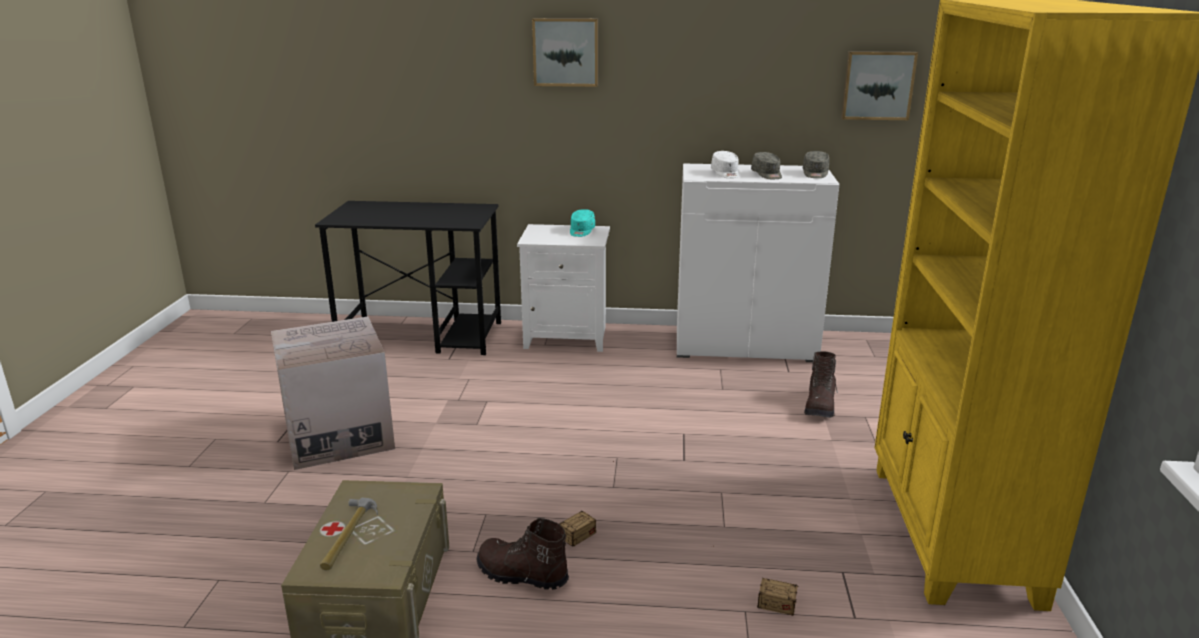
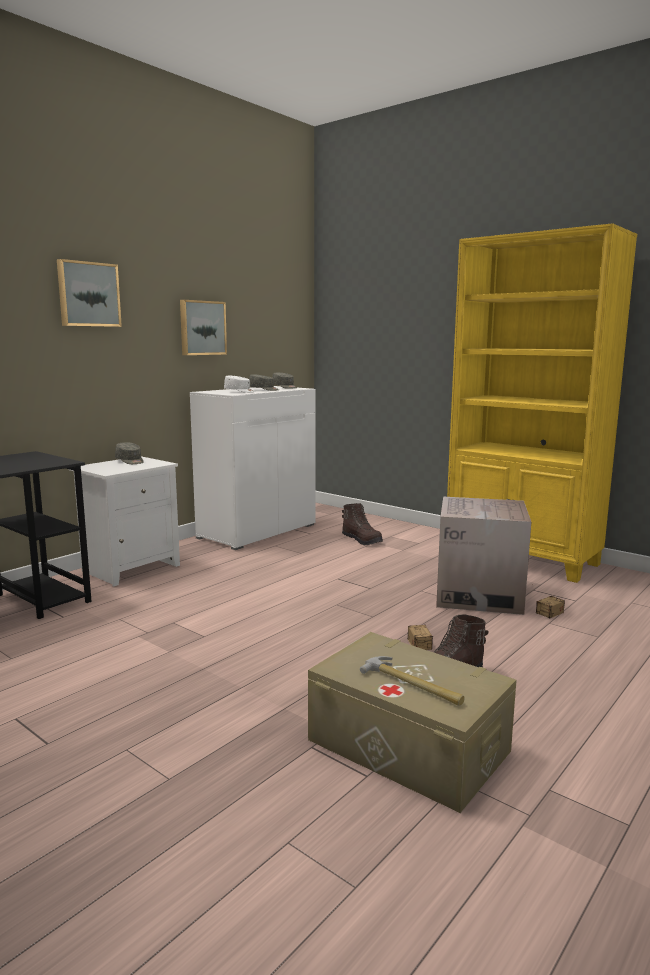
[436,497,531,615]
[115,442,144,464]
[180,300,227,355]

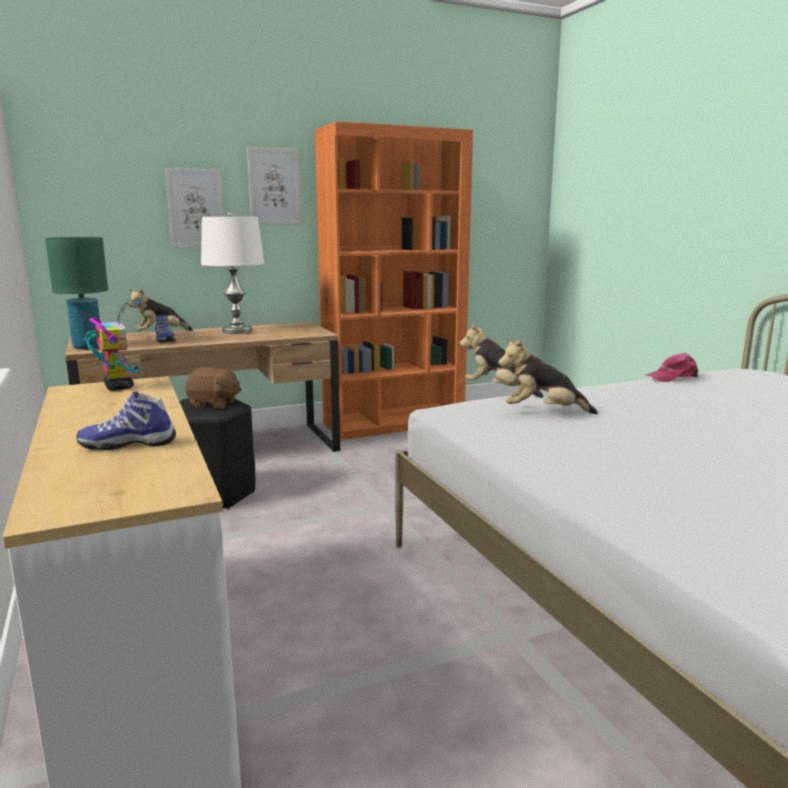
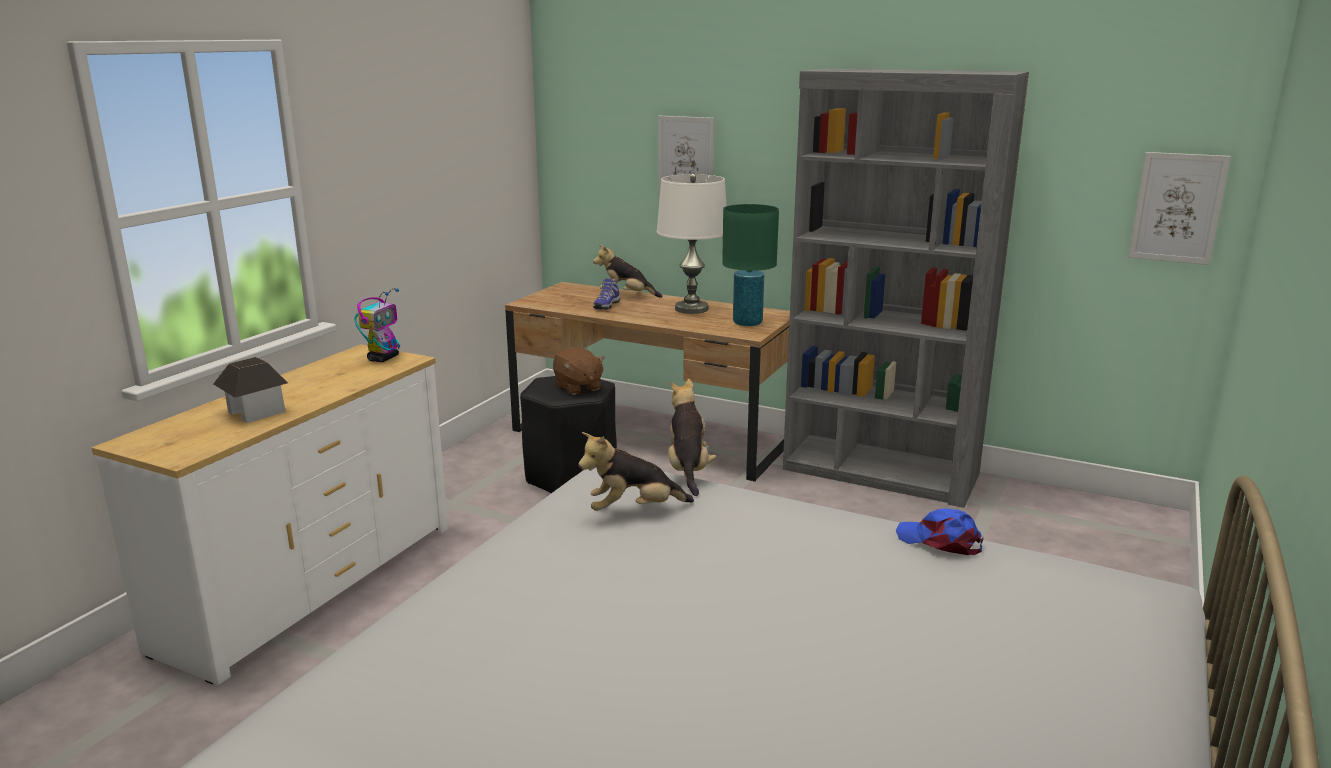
[722,204,779,326]
[213,357,288,423]
[1128,152,1231,265]
[783,68,1029,508]
[578,432,694,511]
[896,508,983,555]

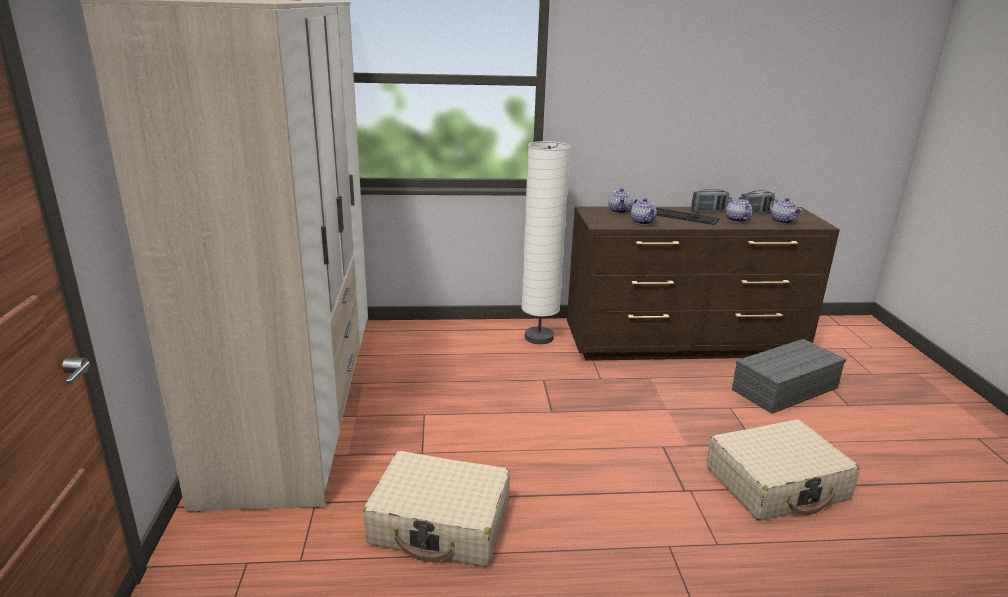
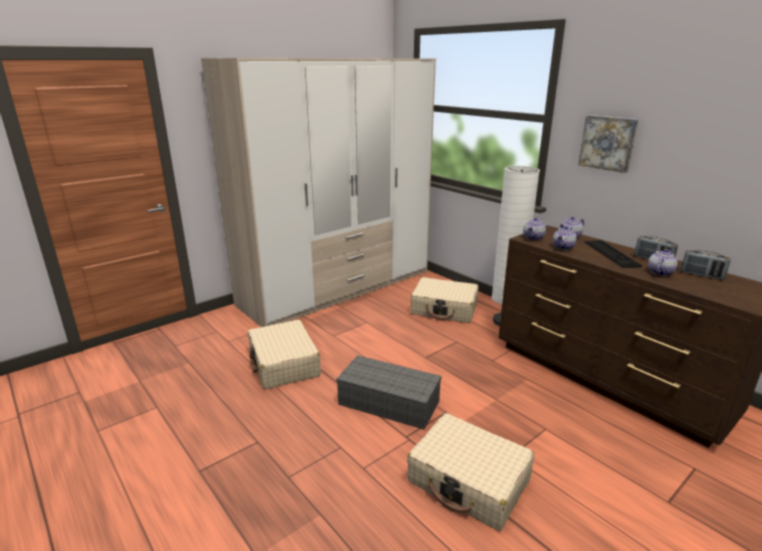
[336,355,442,430]
[523,217,546,240]
[411,277,479,323]
[578,115,638,173]

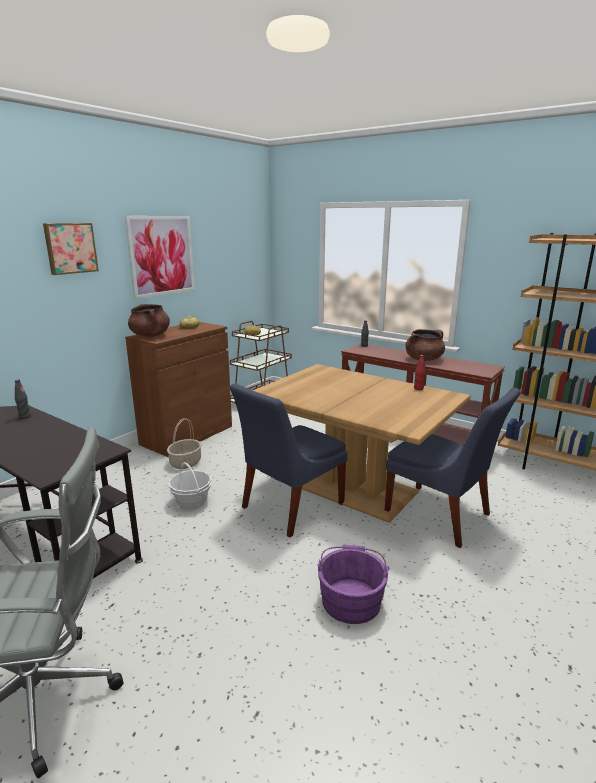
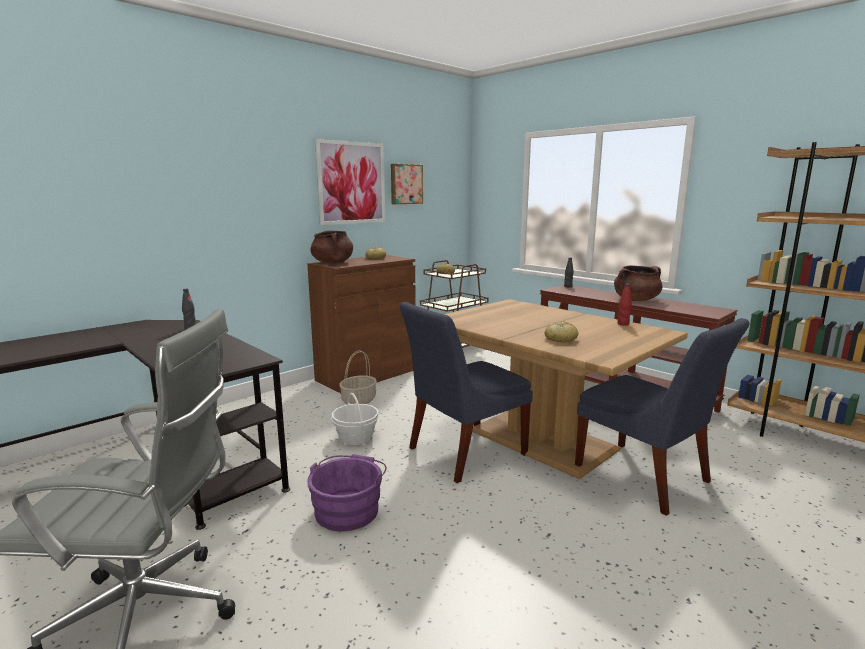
[391,164,423,204]
[307,454,387,531]
[545,321,578,343]

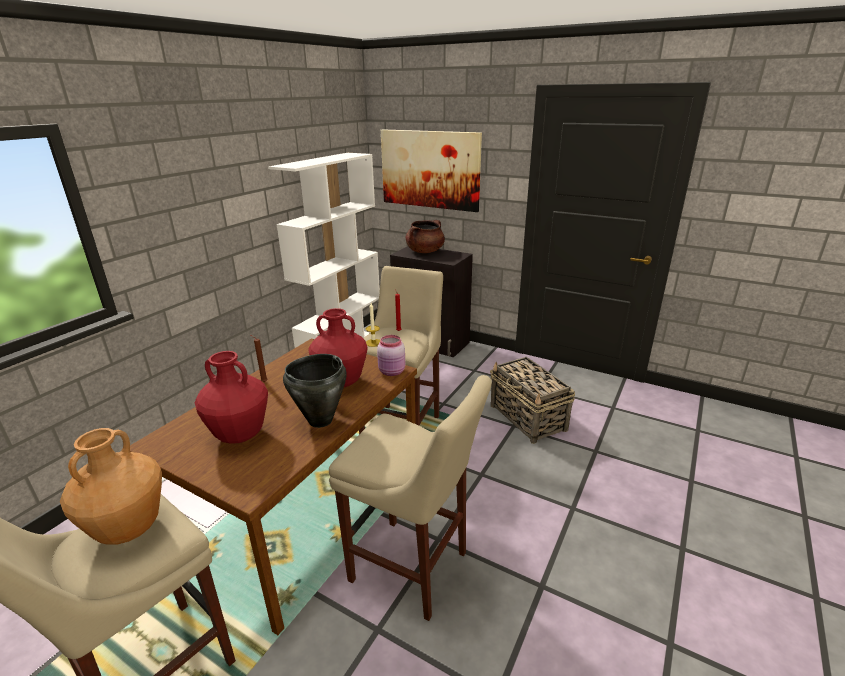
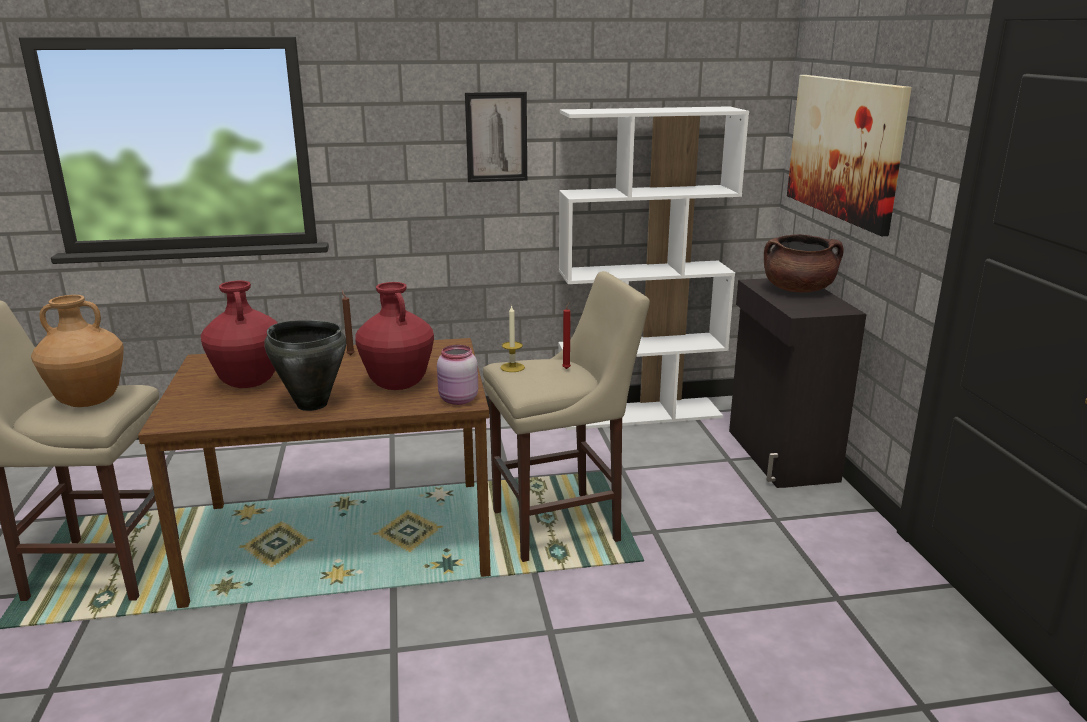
[329,375,492,621] (first image)
[490,357,575,444] (first image)
[465,92,527,182]

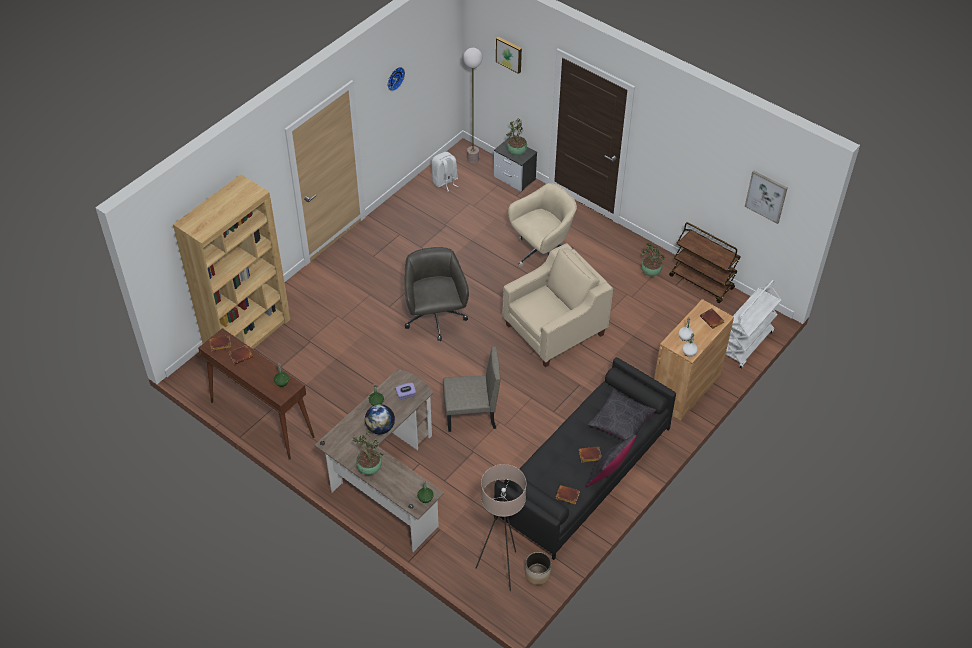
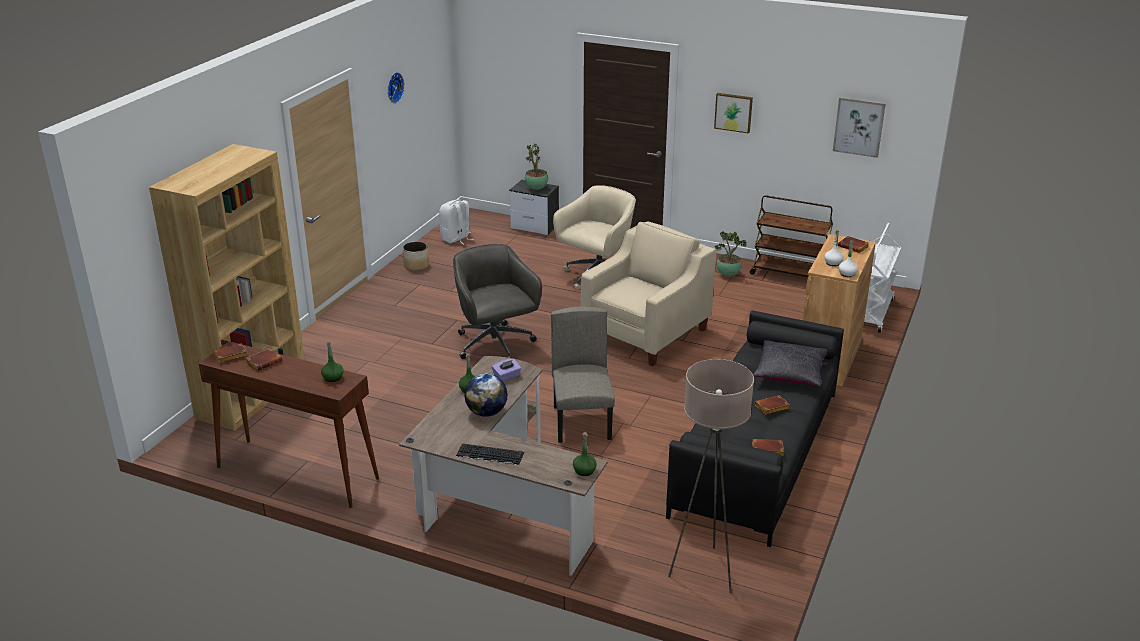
[456,443,524,465]
[551,306,615,443]
[463,48,482,164] (first image)
[714,93,753,133]
[403,241,429,271]
[585,435,637,487] (first image)

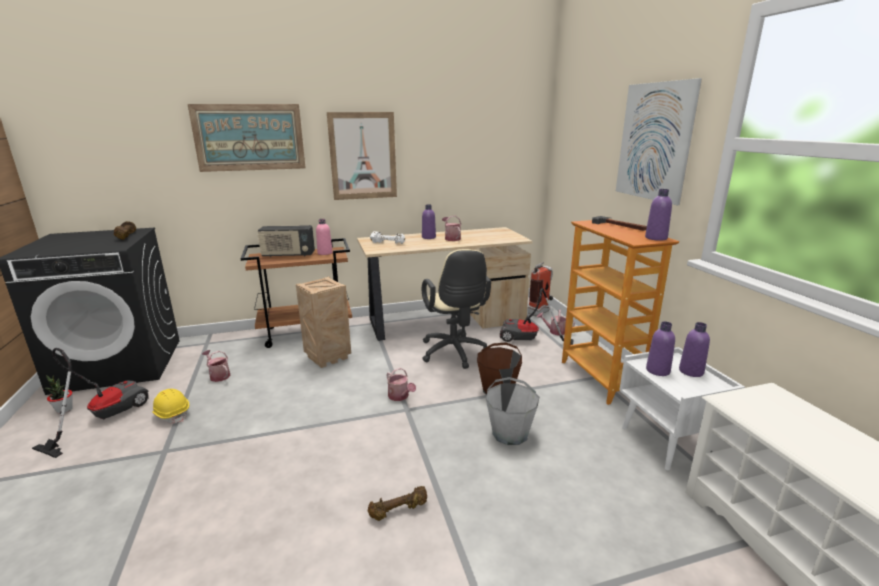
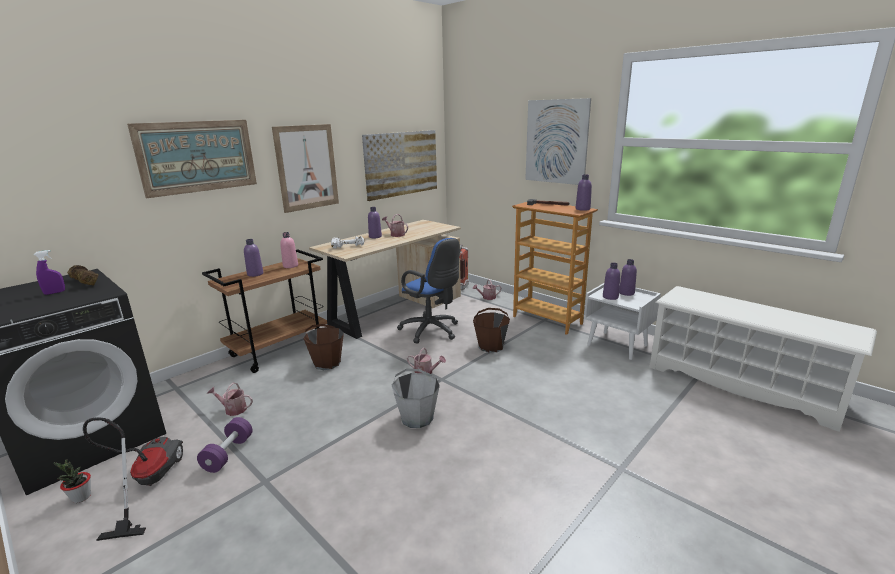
[197,417,253,473]
[244,239,263,277]
[303,324,344,370]
[368,486,427,521] (first image)
[397,238,460,344]
[392,369,440,428]
[500,288,574,345] (first image)
[34,250,65,295]
[362,130,437,201]

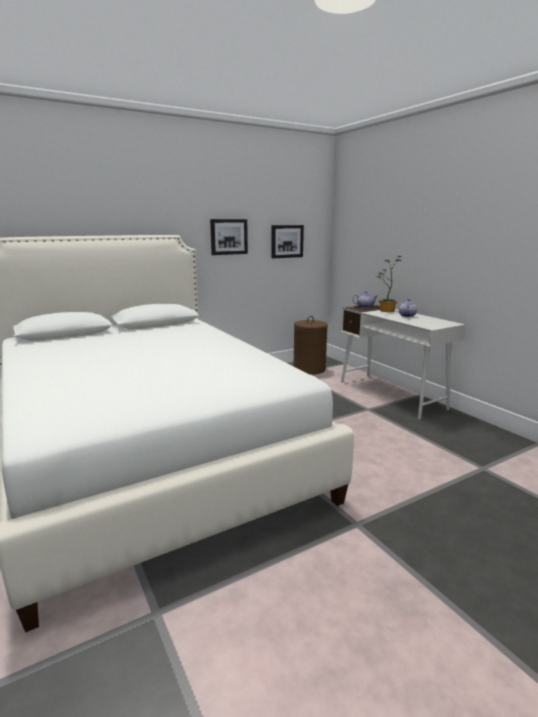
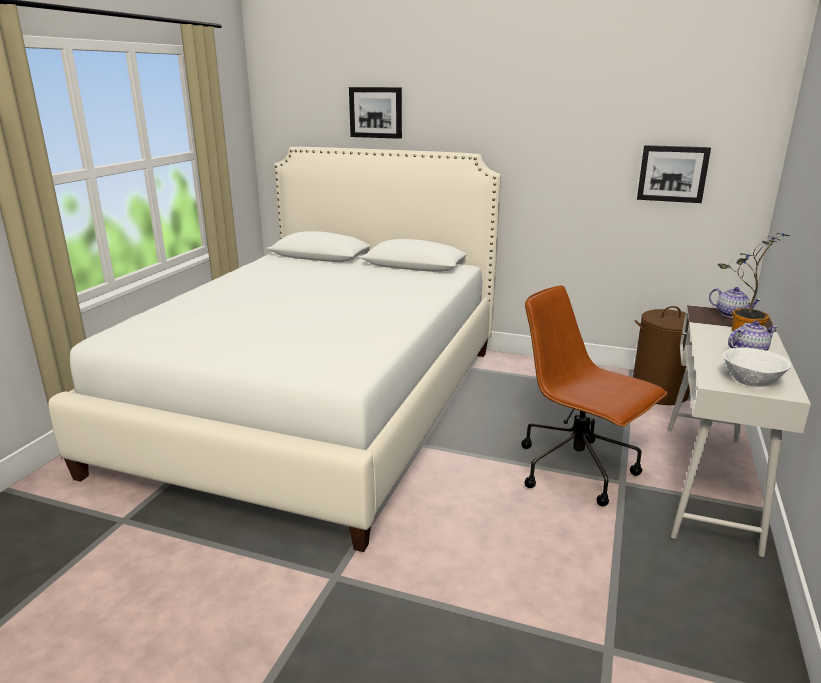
[349,87,402,139]
[521,286,667,506]
[723,347,791,387]

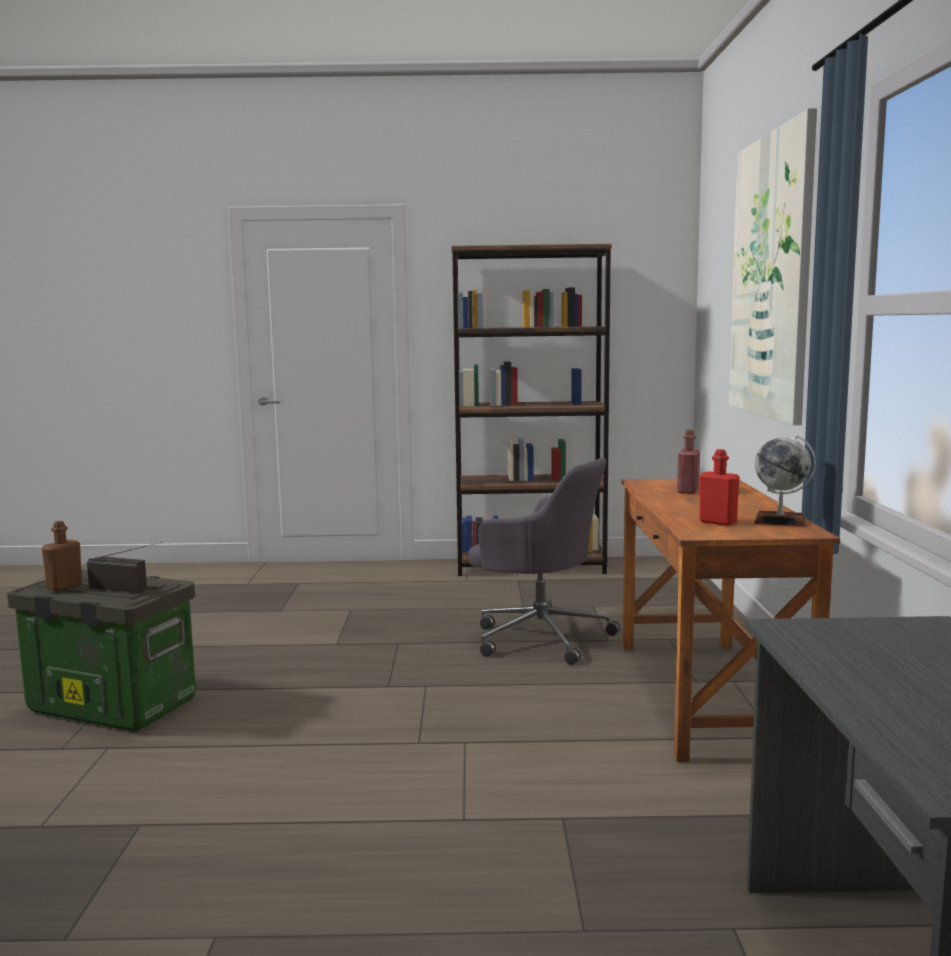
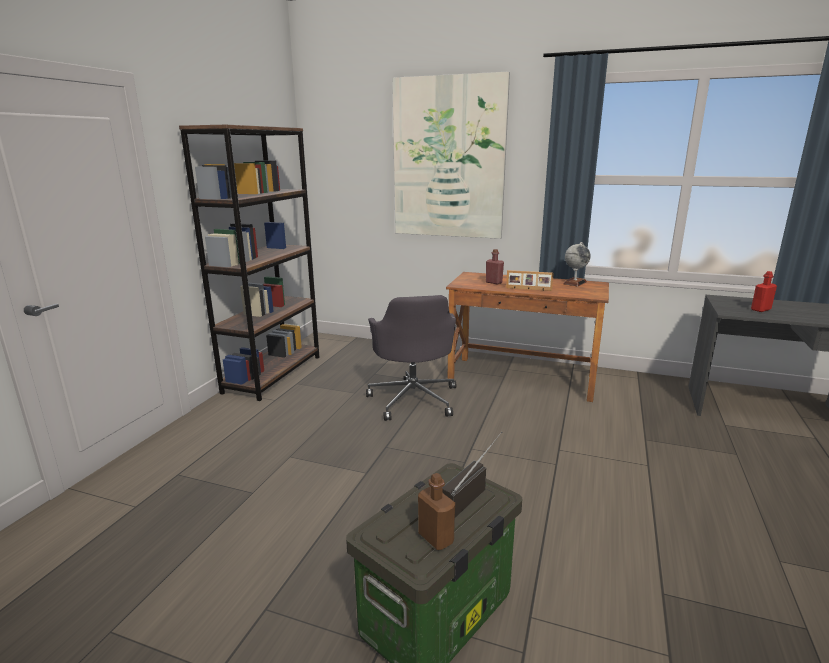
[366,295,456,421]
[751,271,777,312]
[506,270,554,291]

